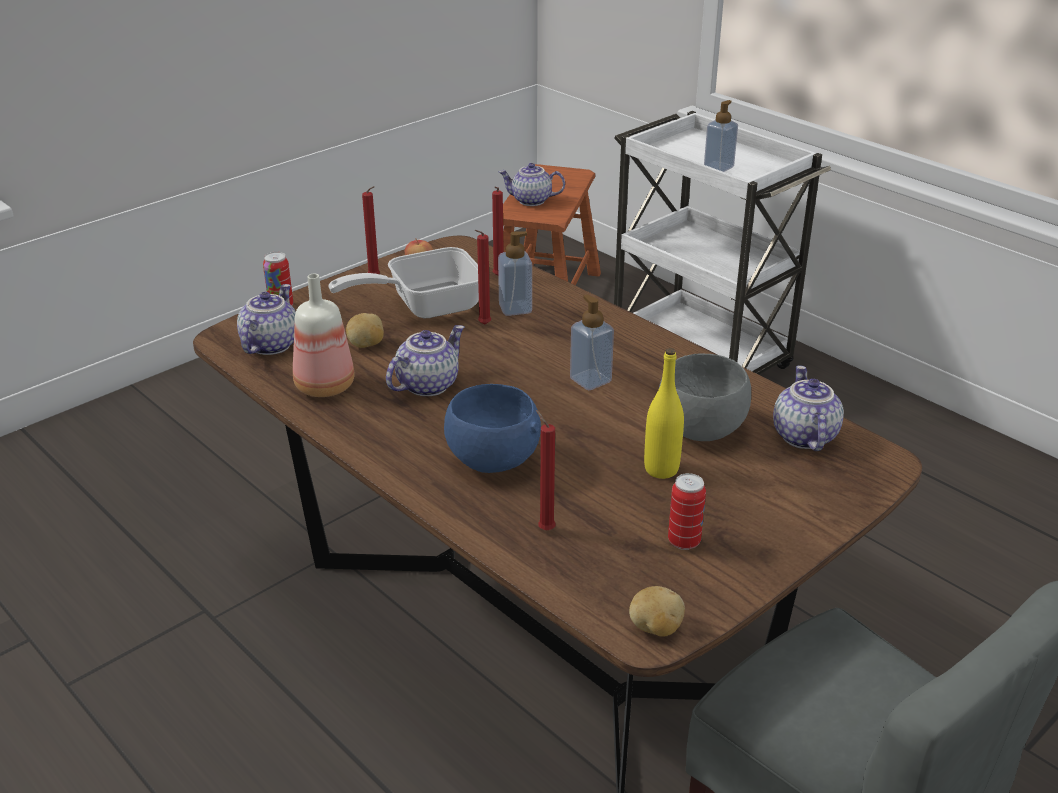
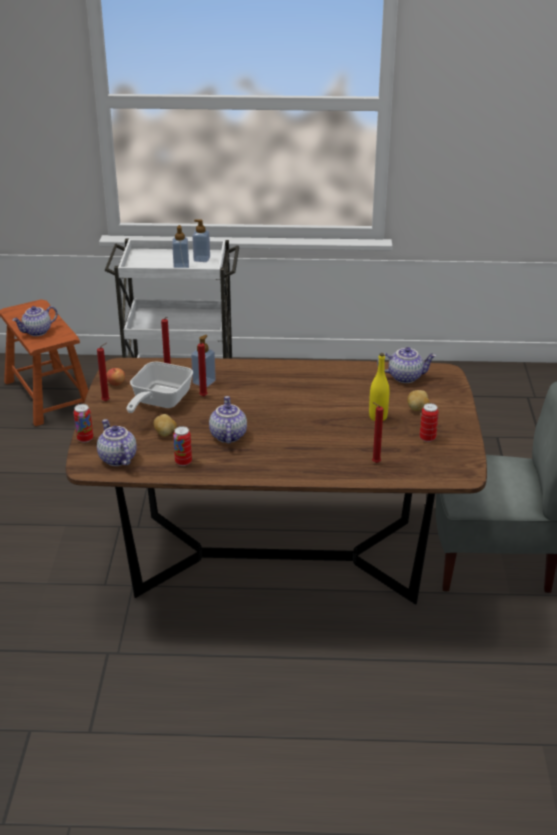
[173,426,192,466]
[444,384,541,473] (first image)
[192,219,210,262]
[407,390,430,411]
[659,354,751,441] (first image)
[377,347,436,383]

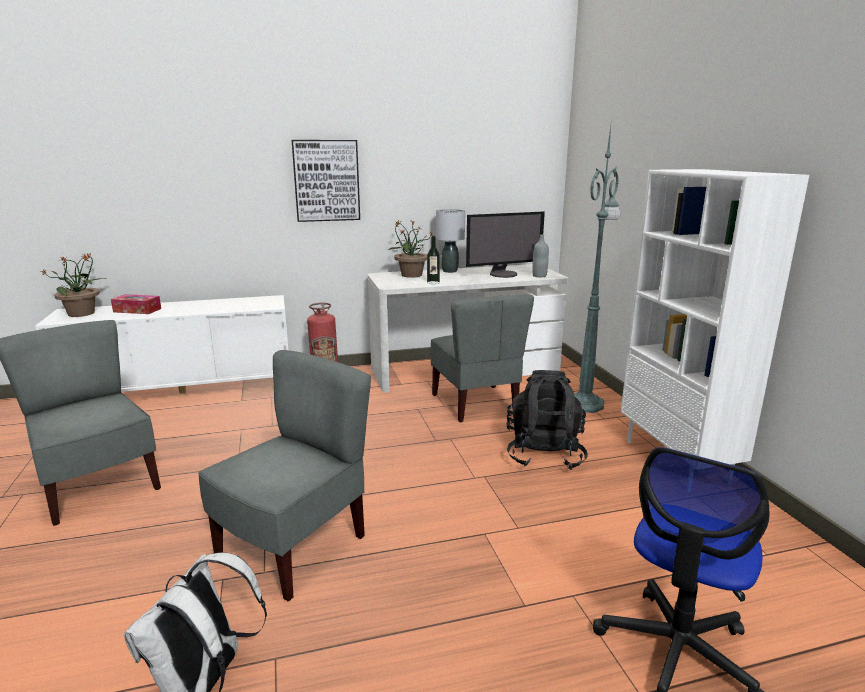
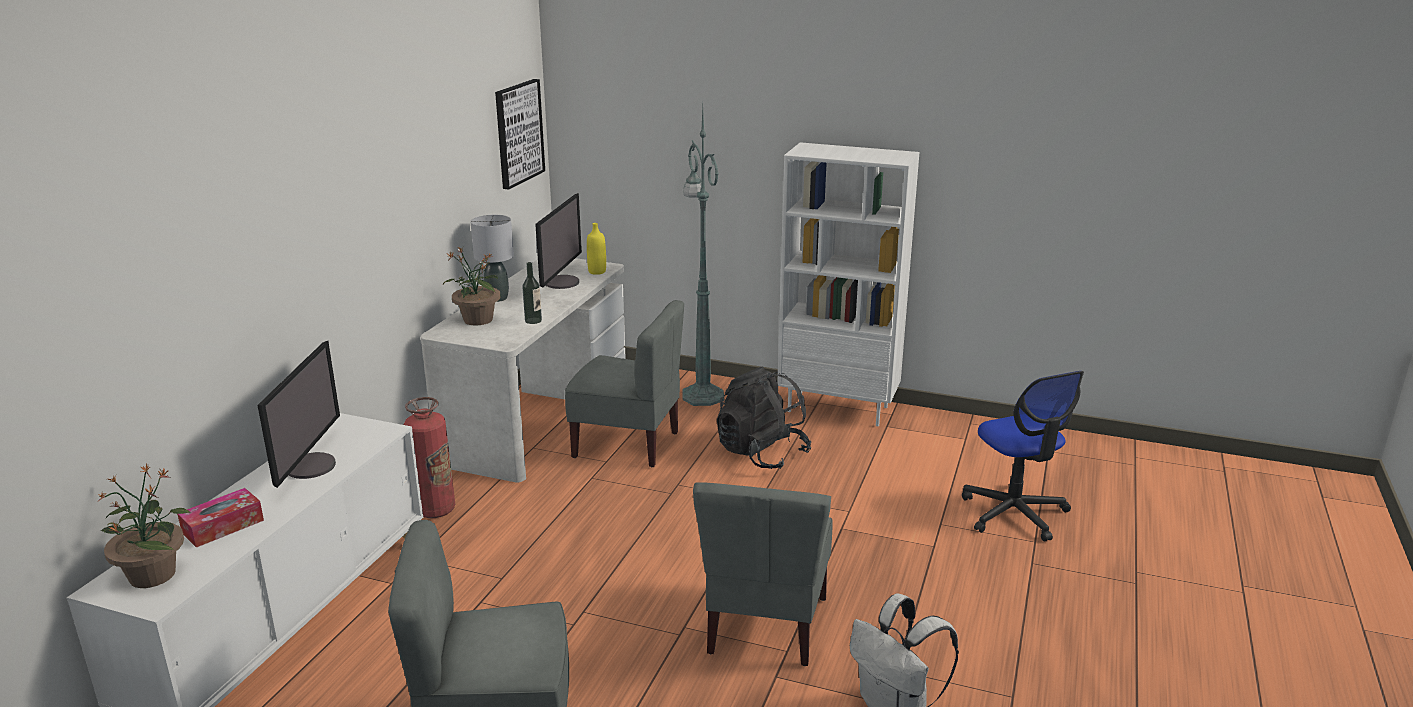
[693,482,833,666]
[495,79,545,190]
[587,223,606,275]
[257,341,340,488]

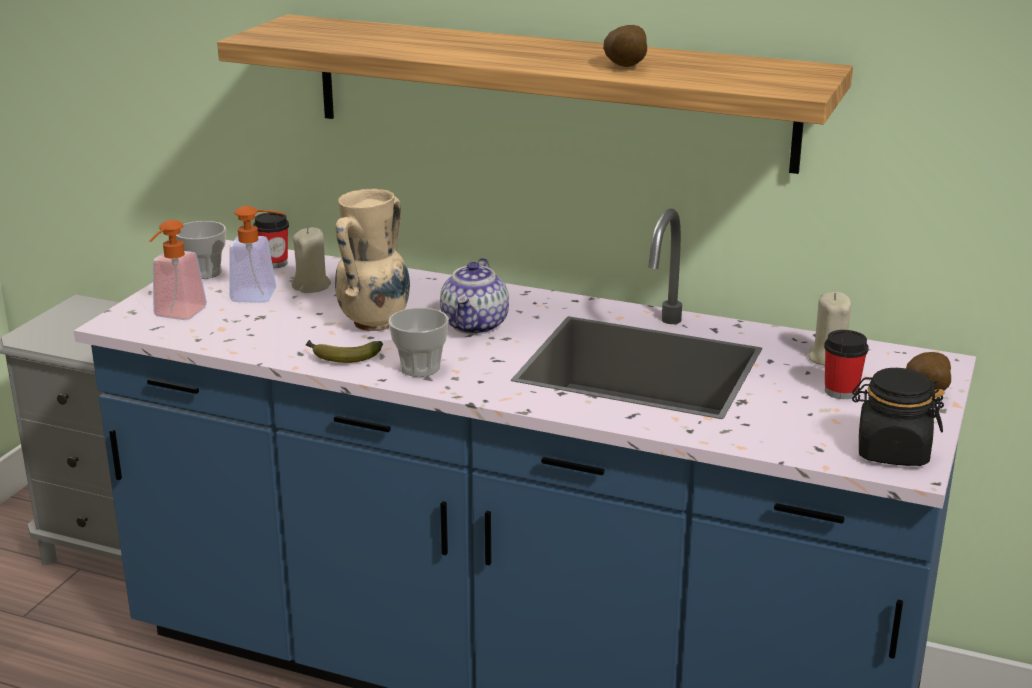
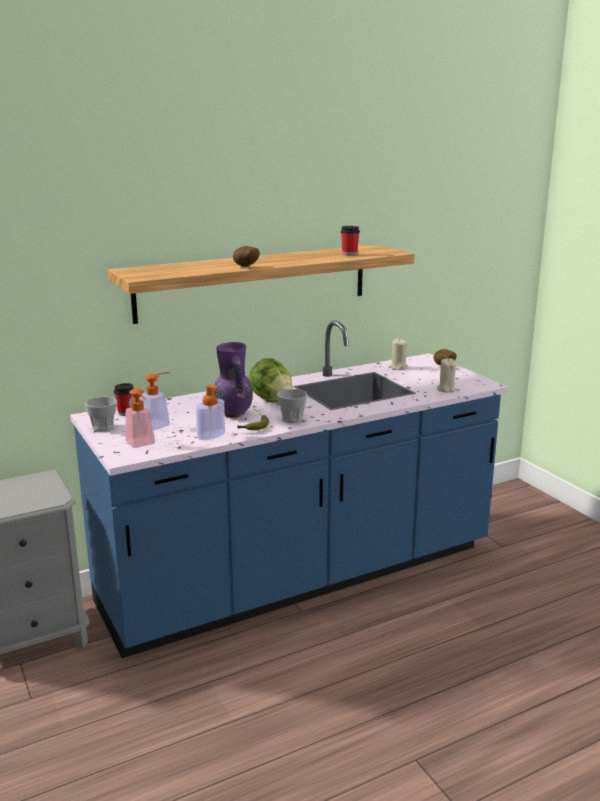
[437,358,456,393]
[213,342,253,418]
[249,358,293,403]
[233,246,260,267]
[341,226,360,255]
[852,368,945,466] (first image)
[196,385,225,440]

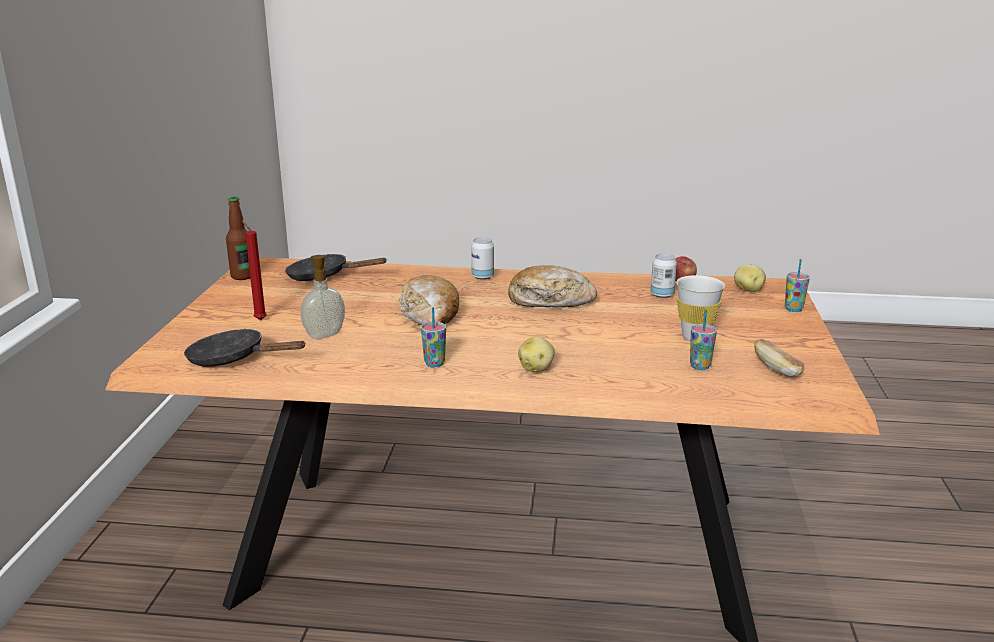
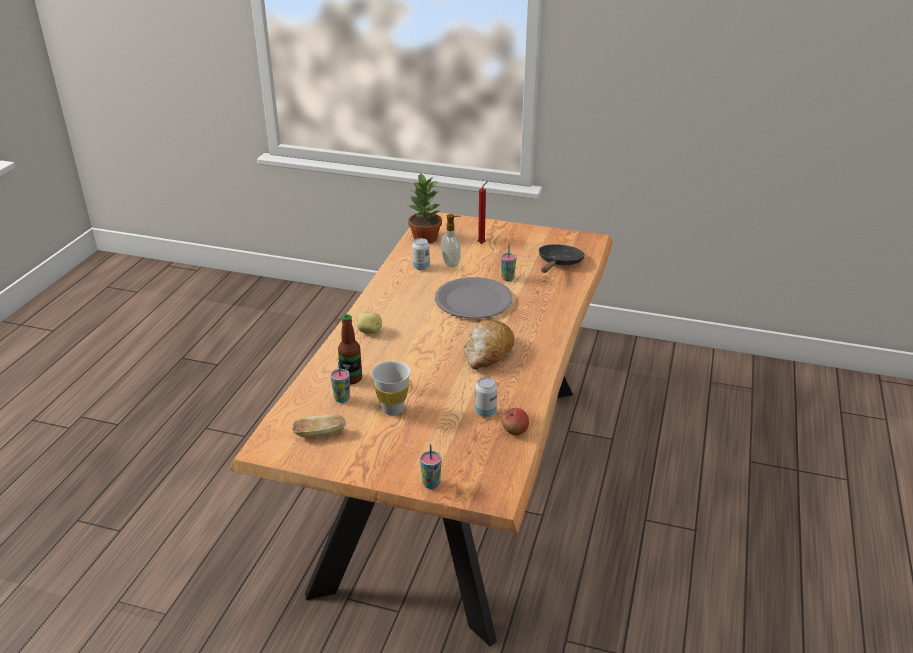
[408,172,442,243]
[338,314,362,385]
[435,277,513,319]
[501,245,516,281]
[412,238,430,270]
[734,264,766,292] (first image)

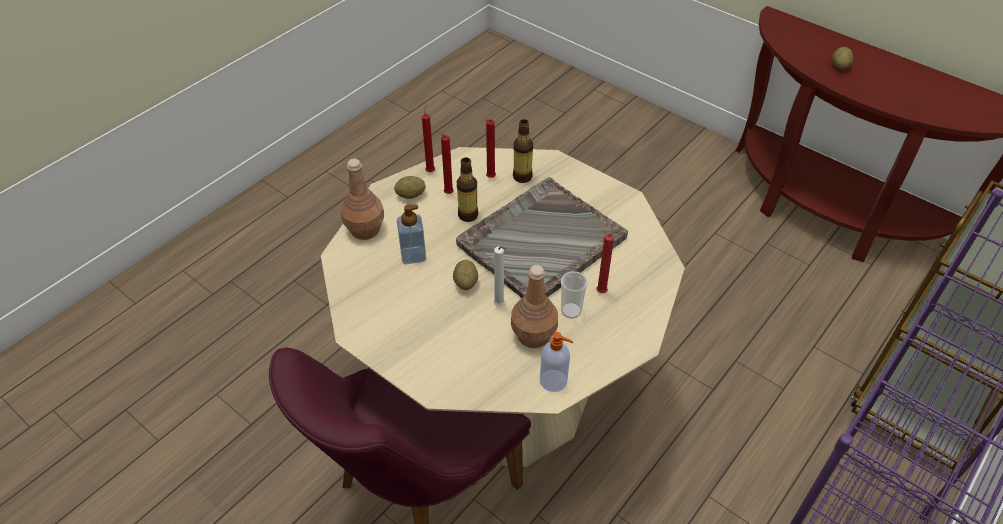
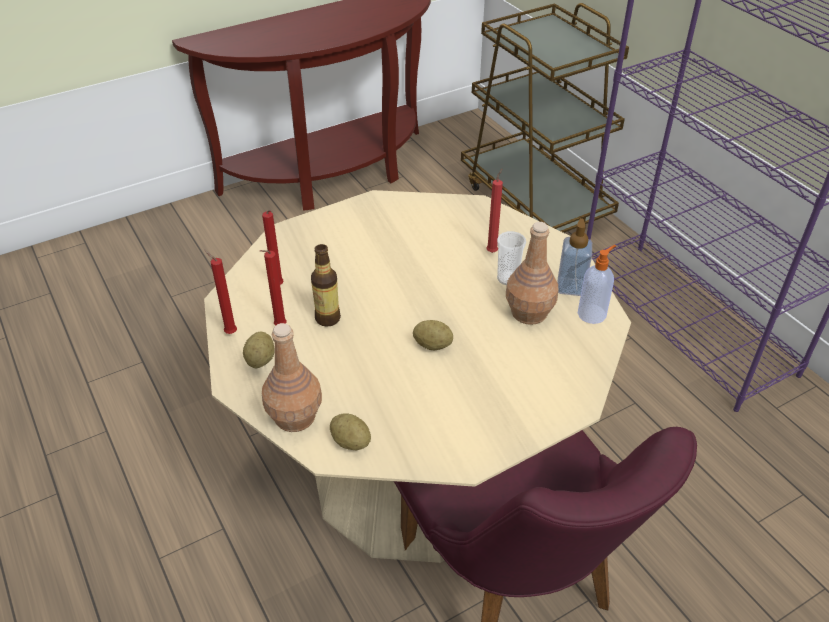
[557,218,592,296]
[456,177,628,298] (first image)
[494,246,506,306] (first image)
[513,119,533,183] (first image)
[330,413,371,450]

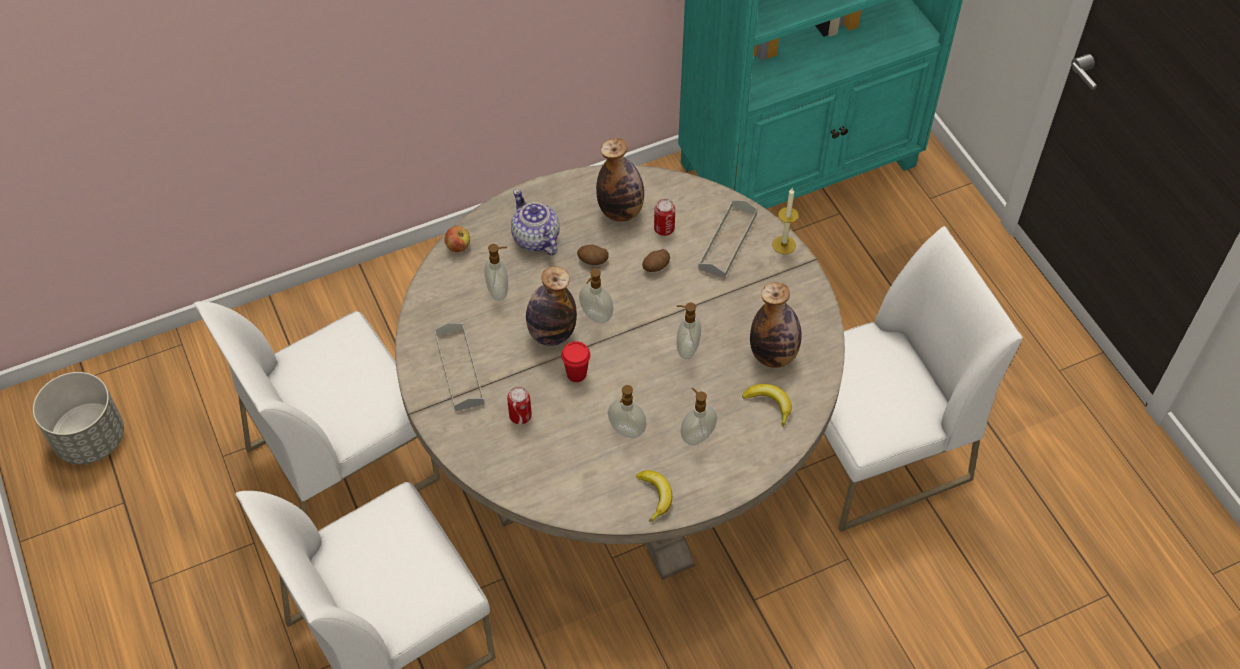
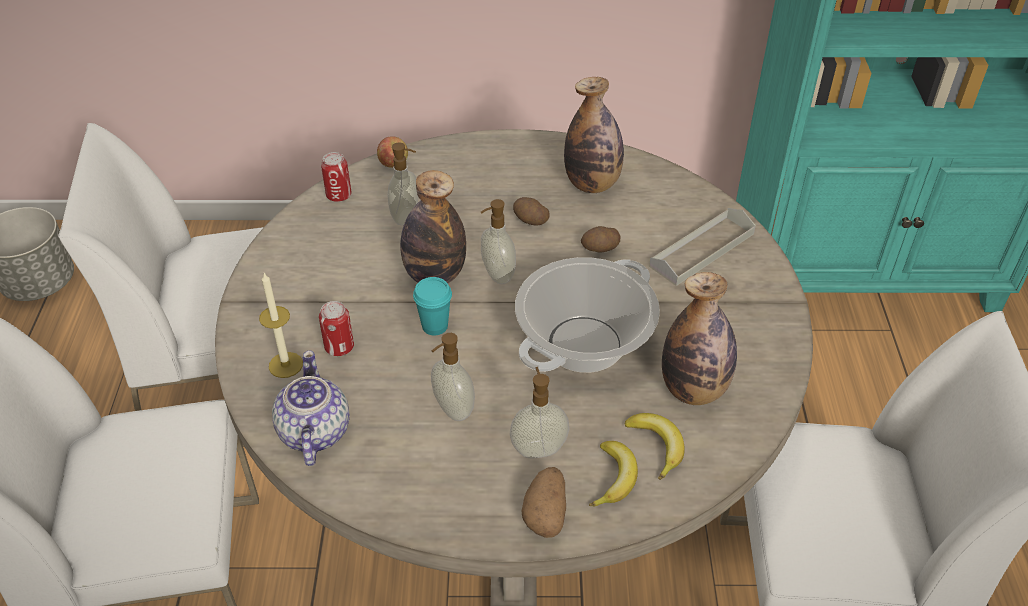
[434,323,484,411] (first image)
[272,350,350,466]
[413,277,452,336]
[589,441,638,507]
[321,152,351,202]
[515,257,660,373]
[259,273,303,378]
[521,467,566,538]

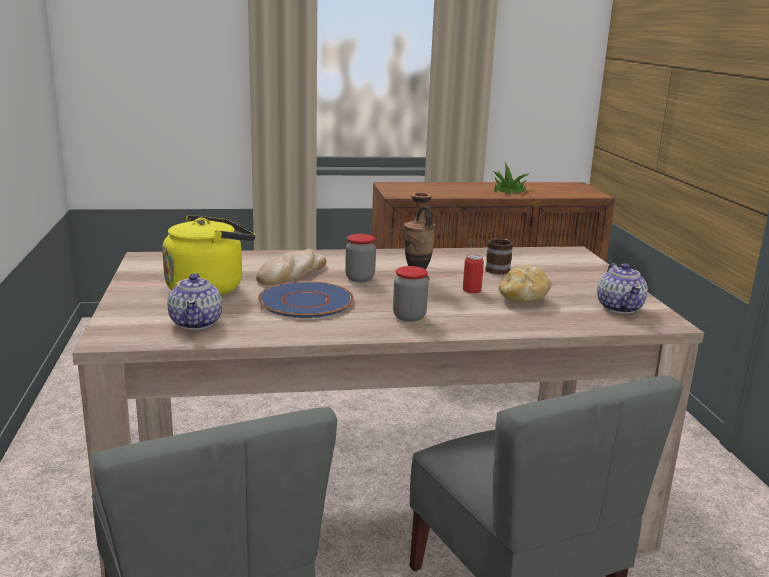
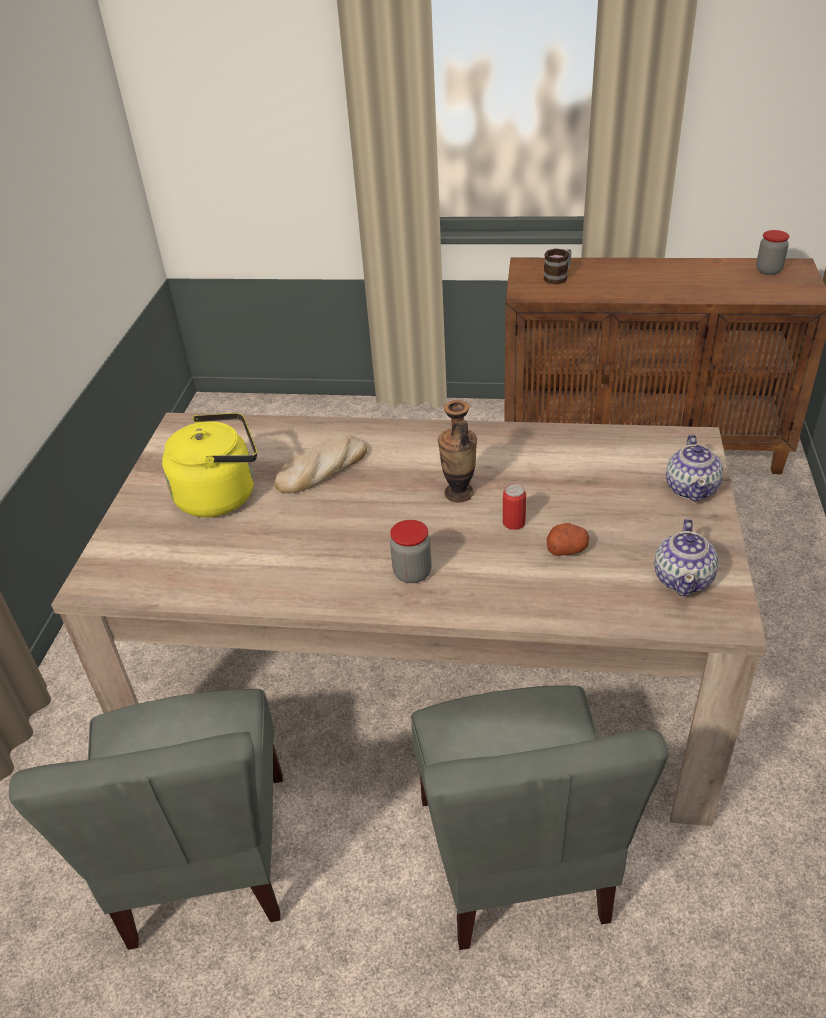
[666,435,723,502]
[258,281,354,318] (first image)
[756,230,789,275]
[543,249,572,284]
[492,161,530,194] (first image)
[547,523,589,556]

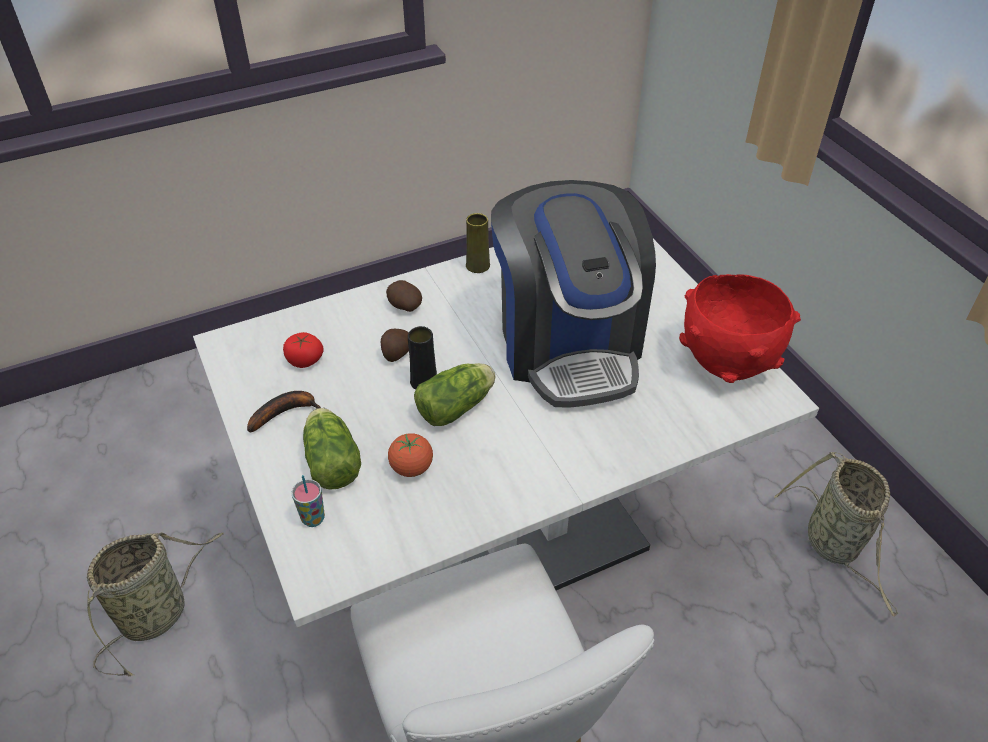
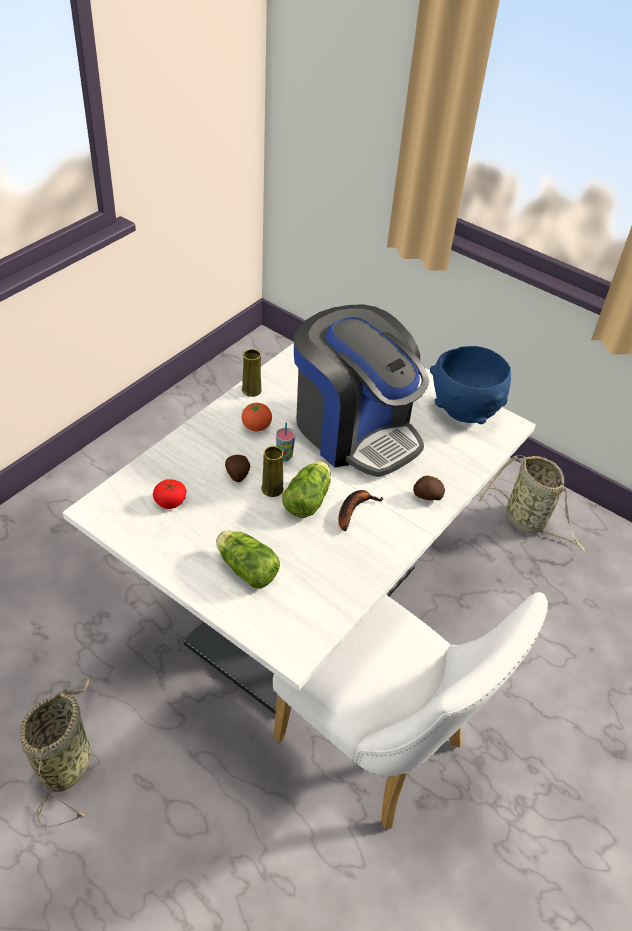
[338,490,384,531]
[276,422,295,461]
[413,476,445,500]
[242,403,272,432]
[261,446,283,497]
[430,346,511,424]

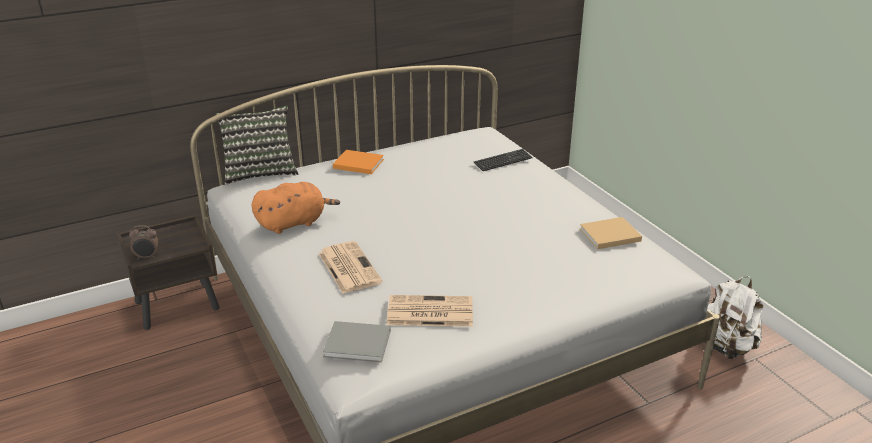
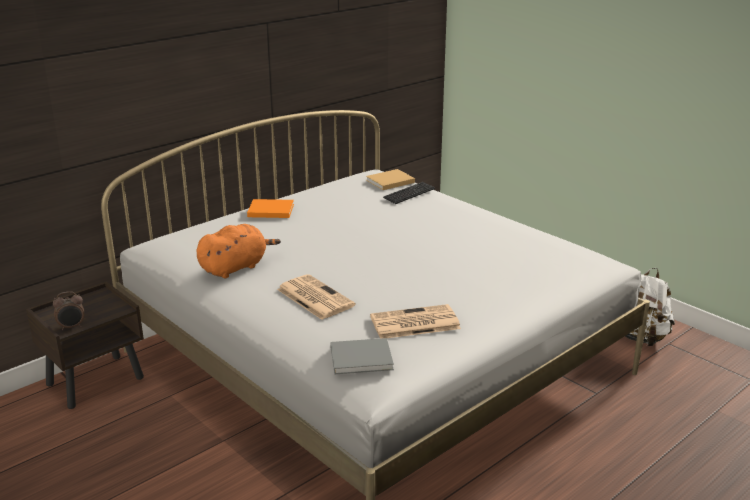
[216,105,299,184] (first image)
[366,169,415,190]

